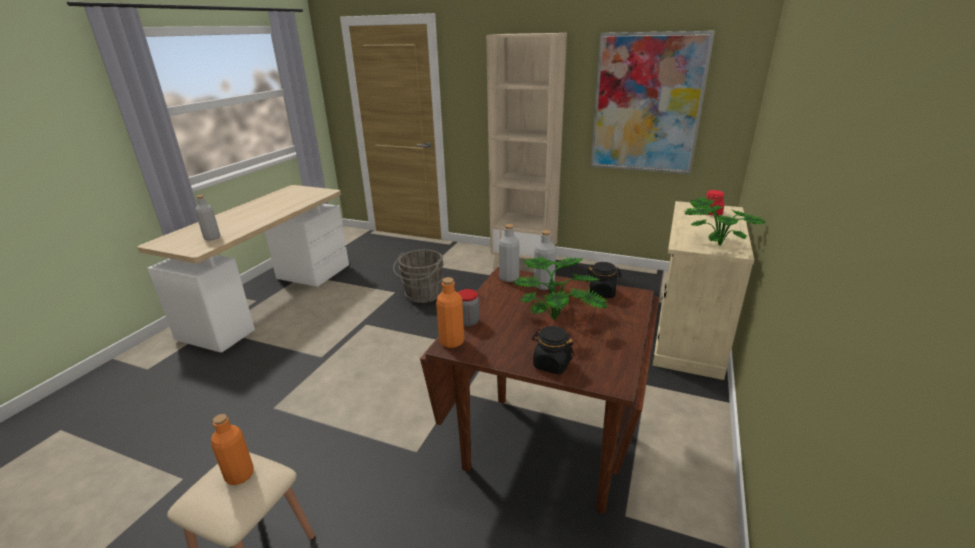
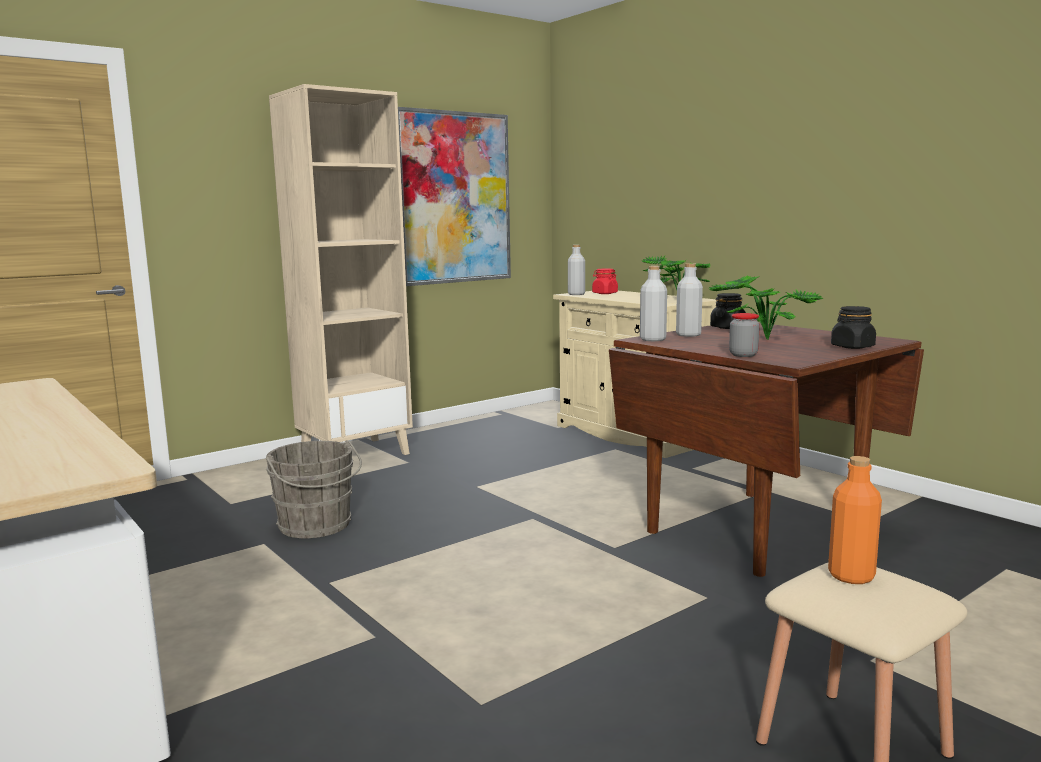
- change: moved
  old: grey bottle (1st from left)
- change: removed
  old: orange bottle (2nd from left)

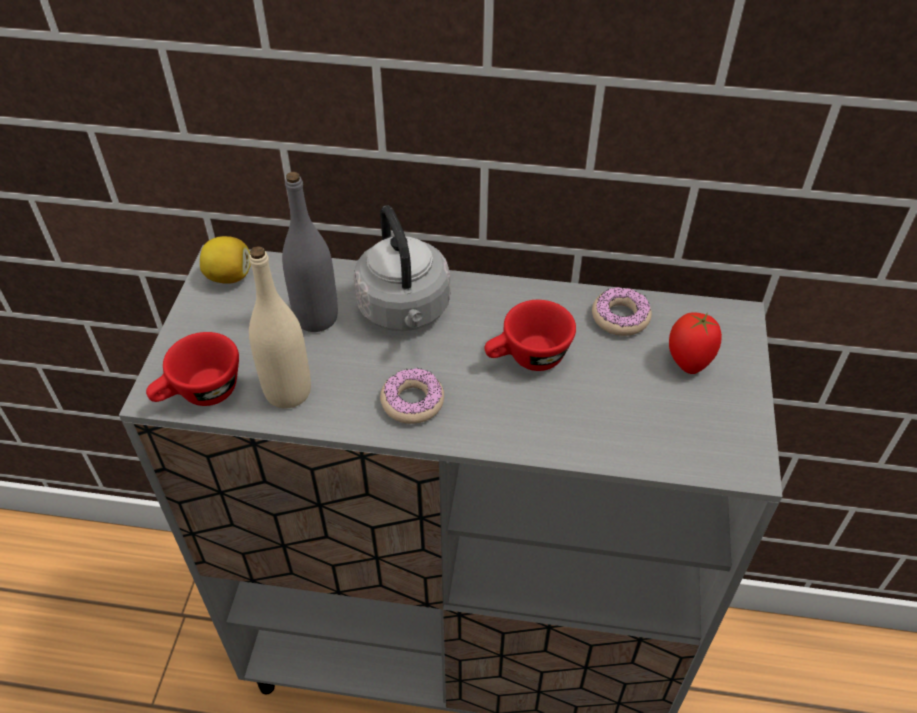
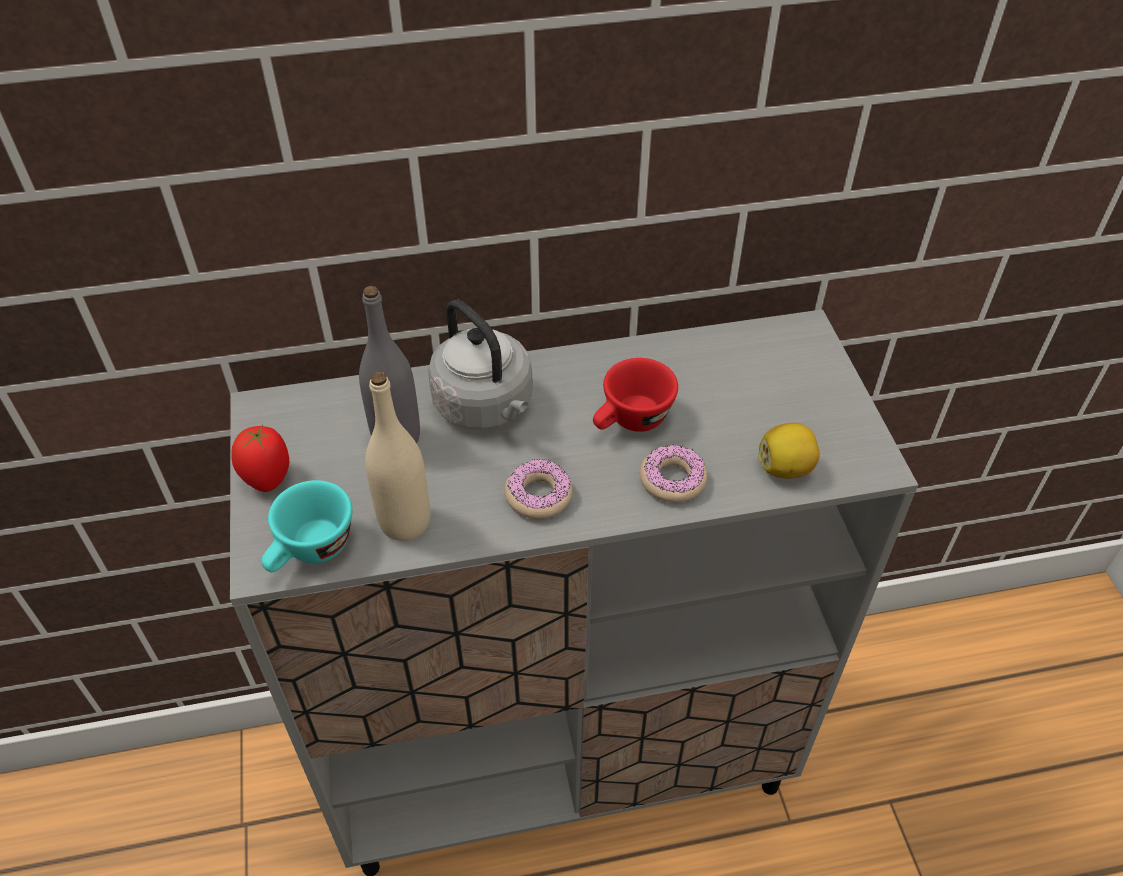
- change: moved
  old: tomato
- change: recoloured
  old: red cup (1st from left)
  new: turquoise cup
- change: moved
  old: donut (2nd from left)
- change: moved
  old: lemon

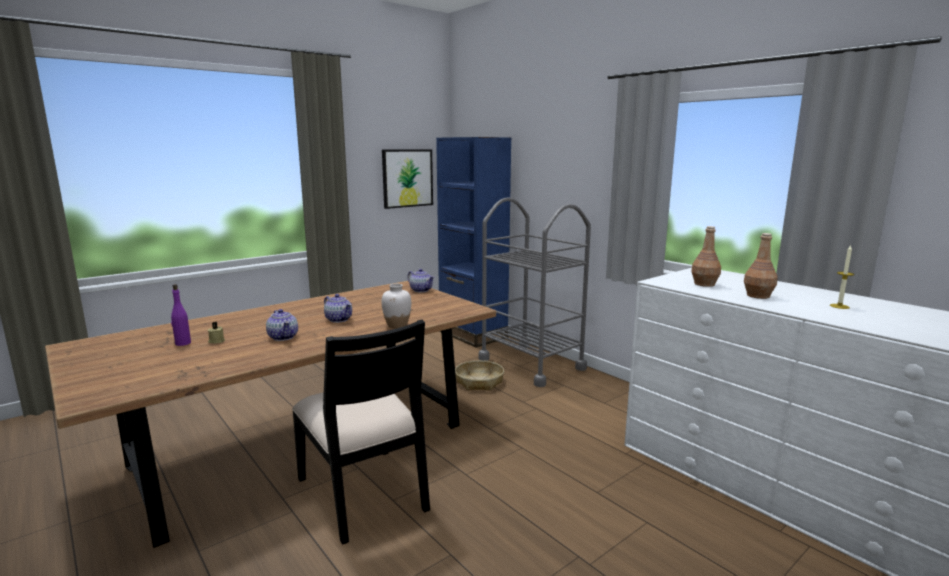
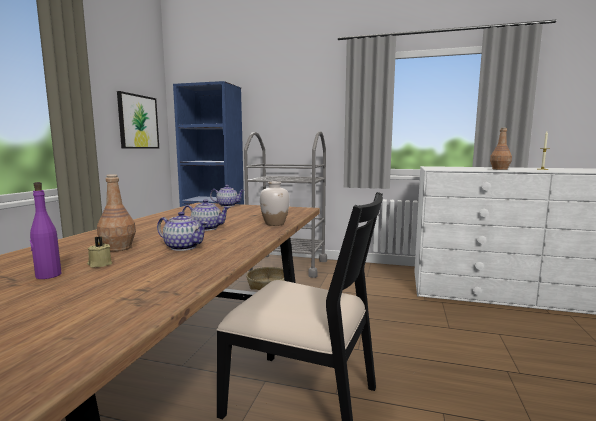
- change: moved
  old: brown bottle (1st from left)

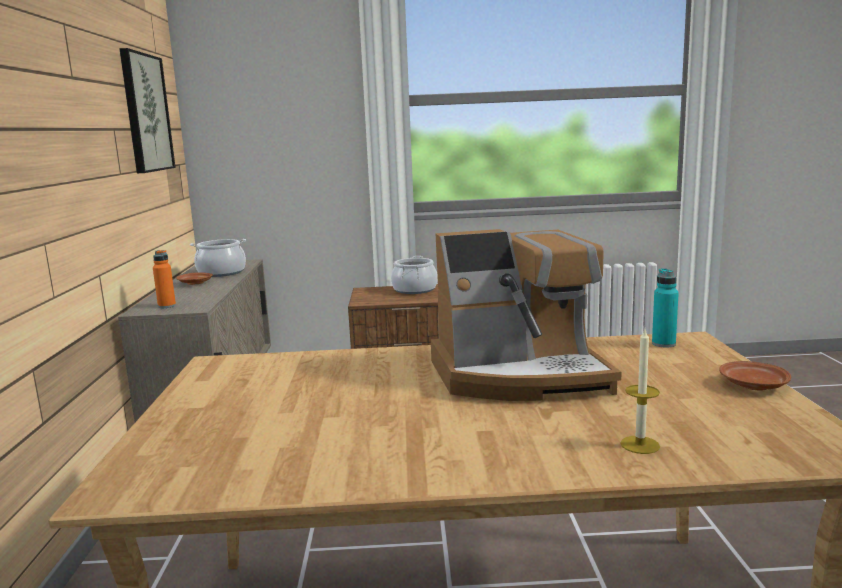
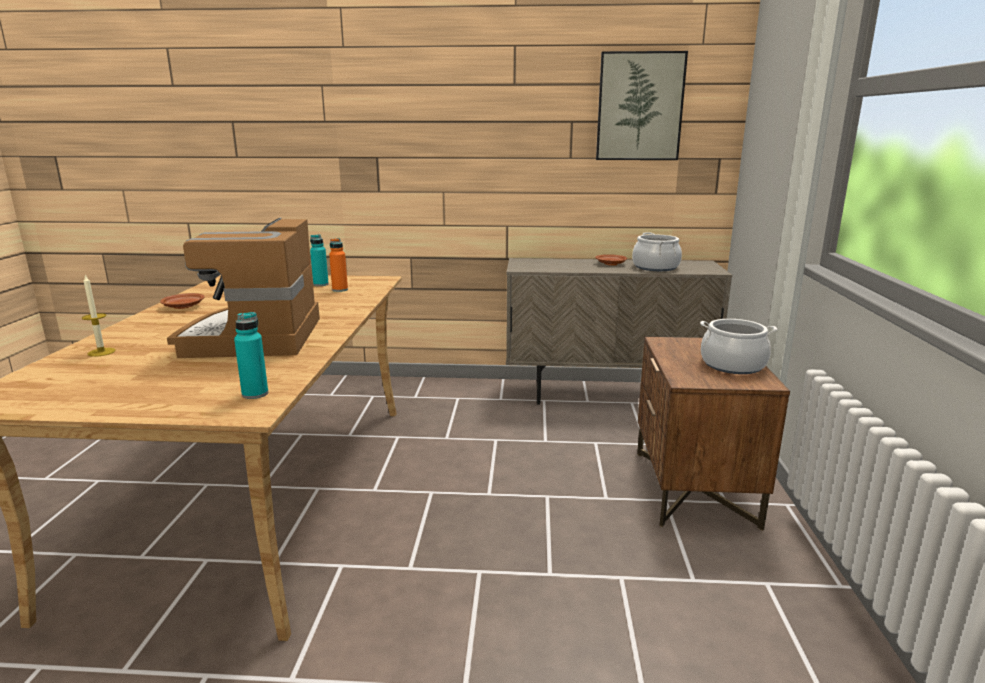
- change: moved
  old: brown plate (2nd from left in the first image)
  new: brown plate (1st from left)
- change: added
  new: turquoise bottle (2nd from left)
- change: moved
  old: orange bottle

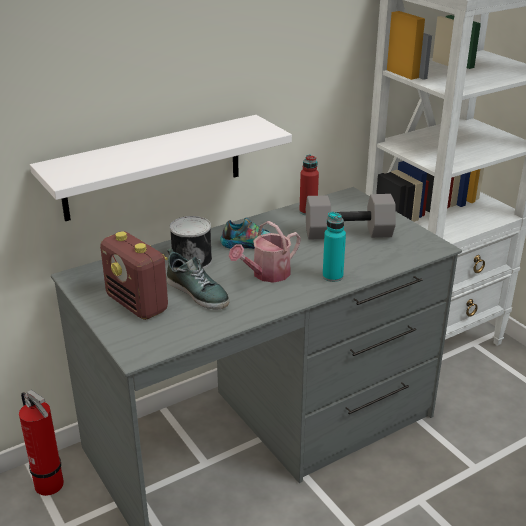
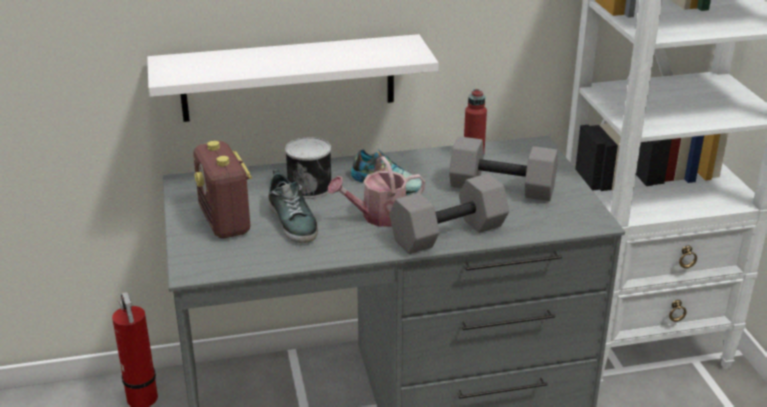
- change: replaced
  old: turquoise bottle
  new: grey dumbbell (1st from left)

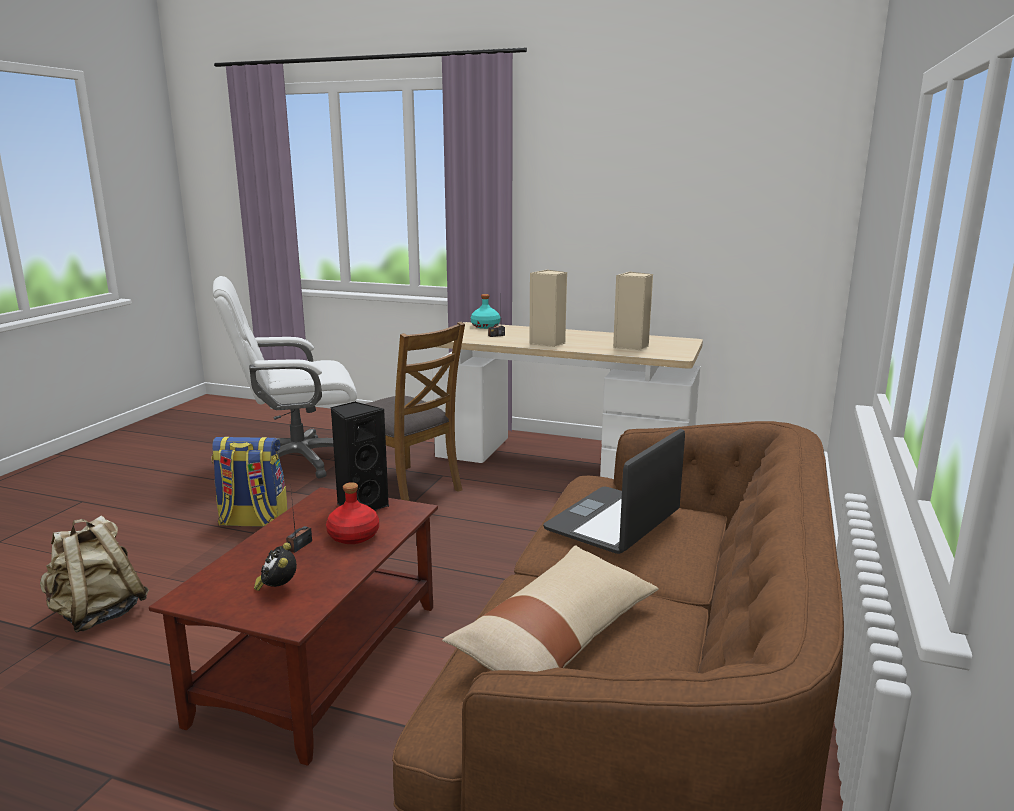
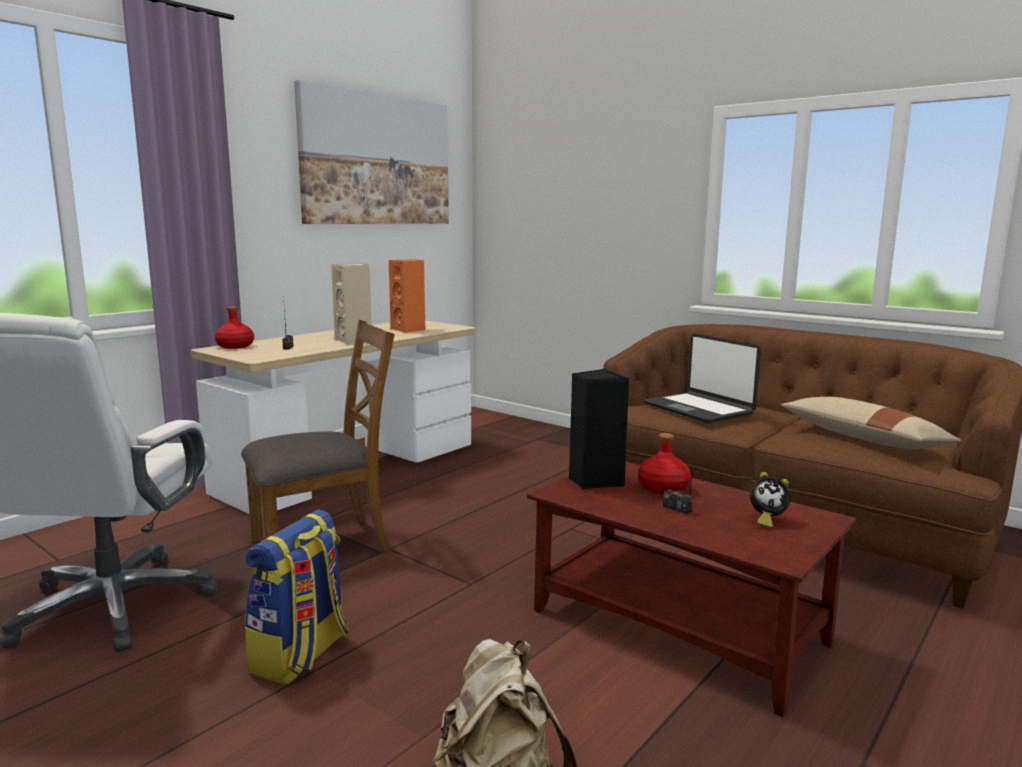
- change: recoloured
  old: turquoise bottle
  new: red bottle (1st from left)
- change: added
  new: picture
- change: recoloured
  old: beige speaker (2nd from left)
  new: orange speaker

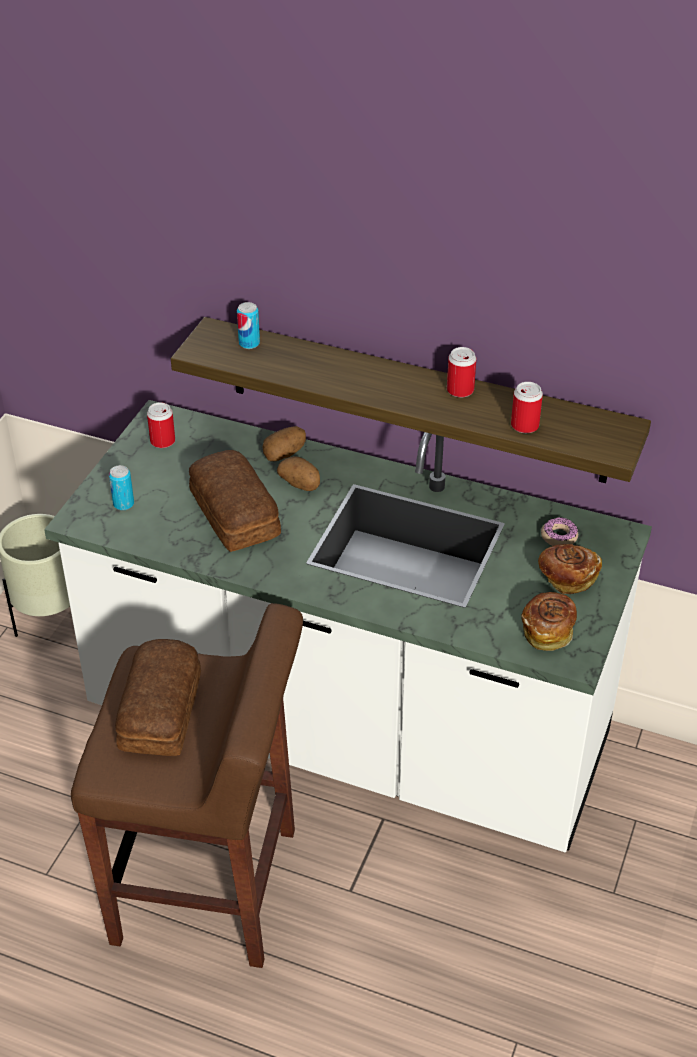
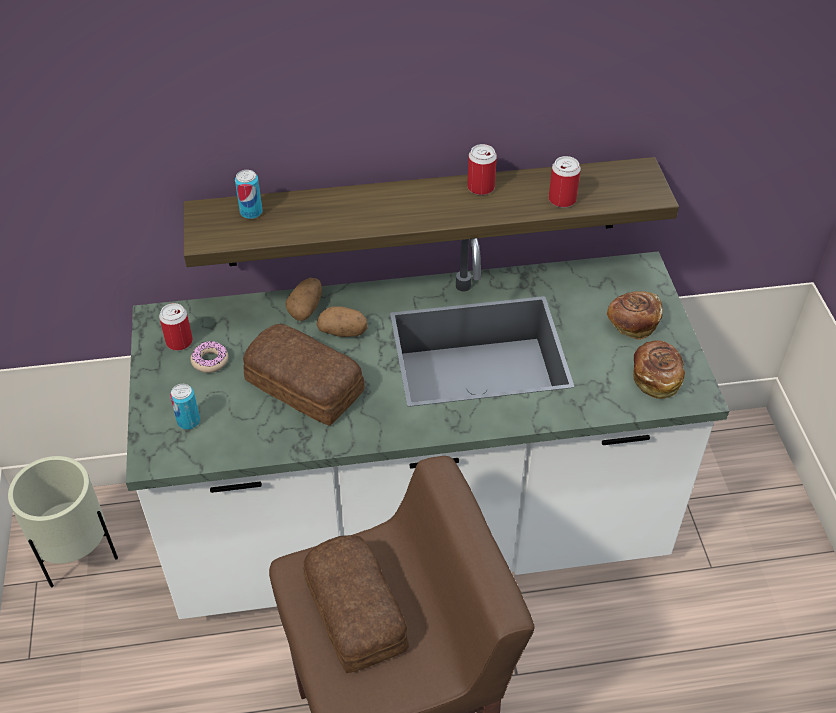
- change: moved
  old: donut

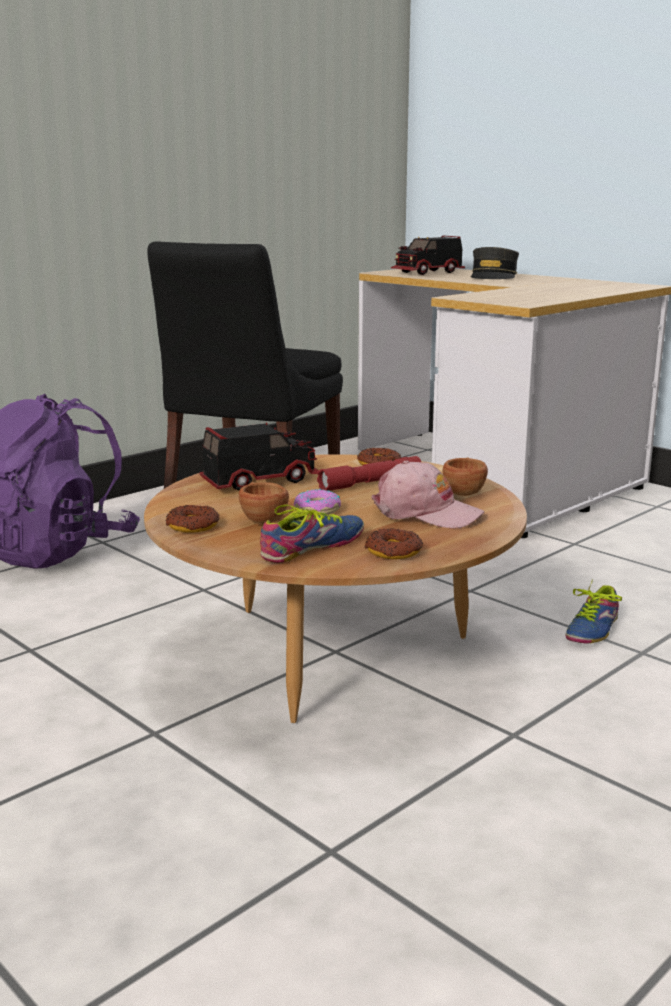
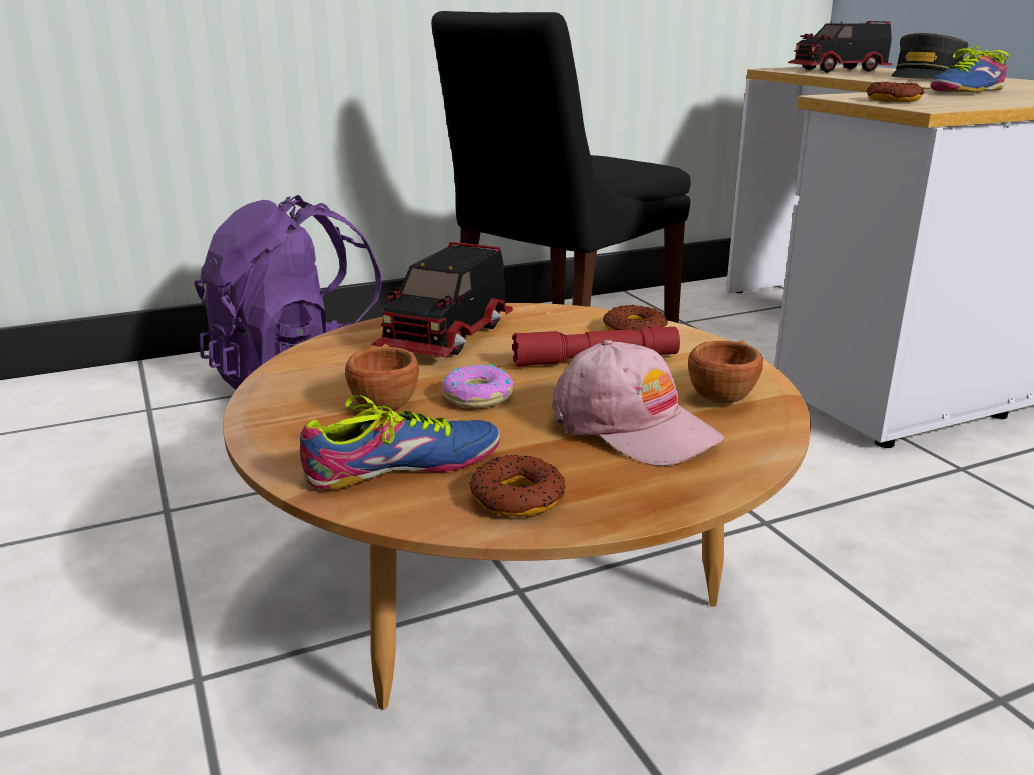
- change: turned
  old: toy truck (1st from left)
  degrees: 120
- change: moved
  old: donut (1st from left in the first image)
  new: donut (4th from left)
- change: moved
  old: shoe (2nd from left)

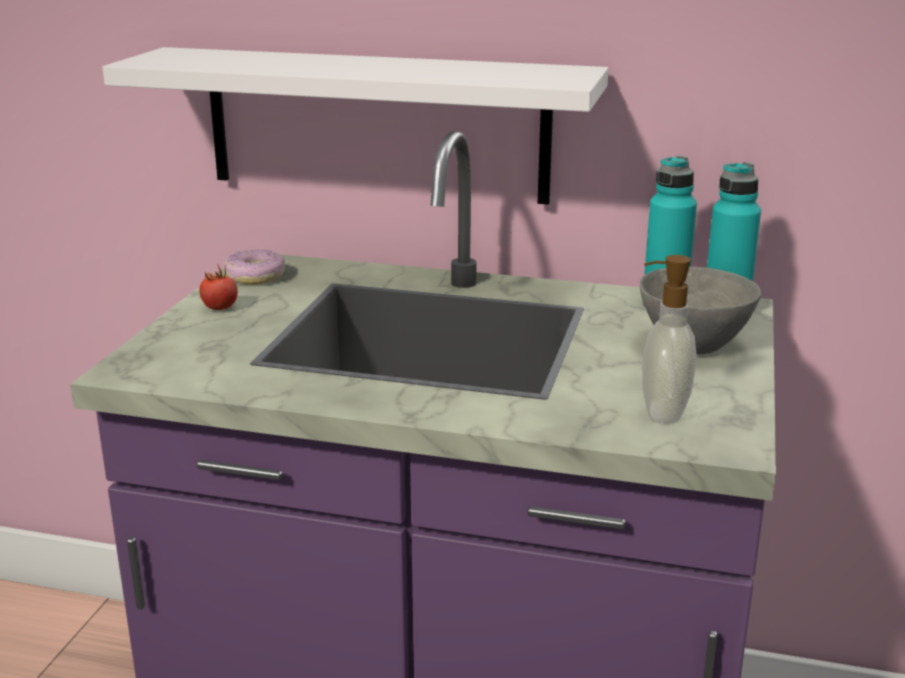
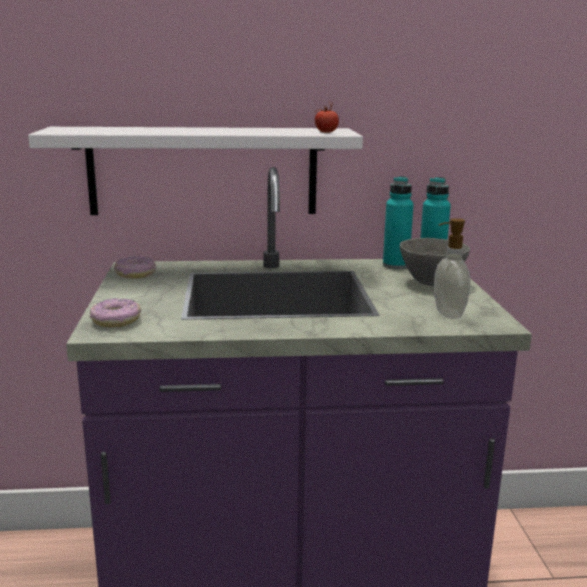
- change: added
  new: donut (1st from left)
- change: moved
  old: tomato

